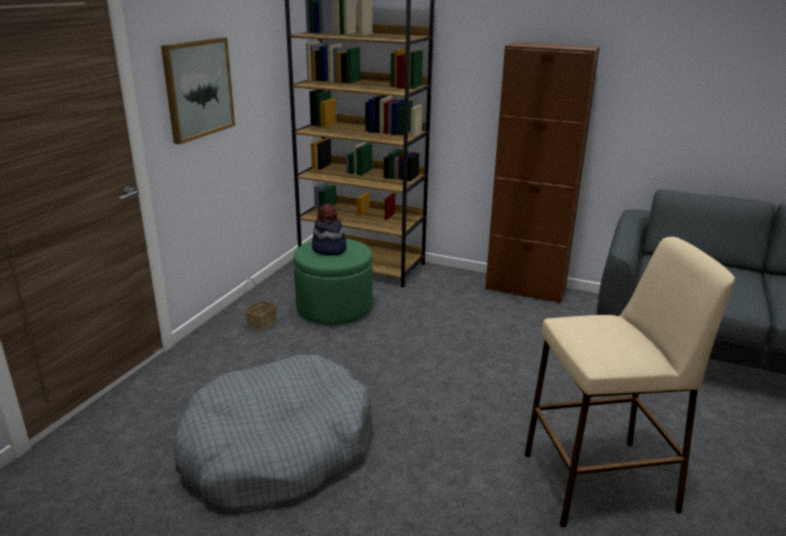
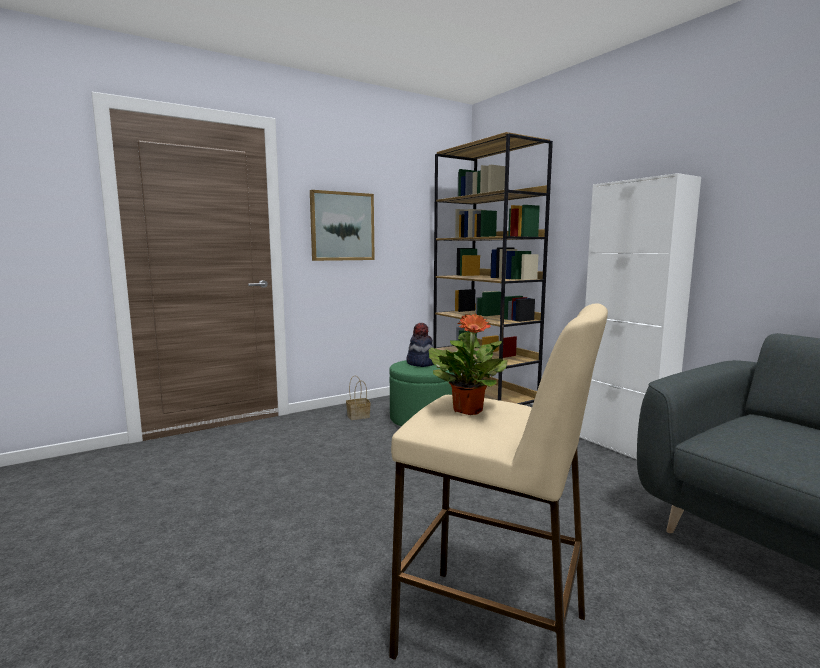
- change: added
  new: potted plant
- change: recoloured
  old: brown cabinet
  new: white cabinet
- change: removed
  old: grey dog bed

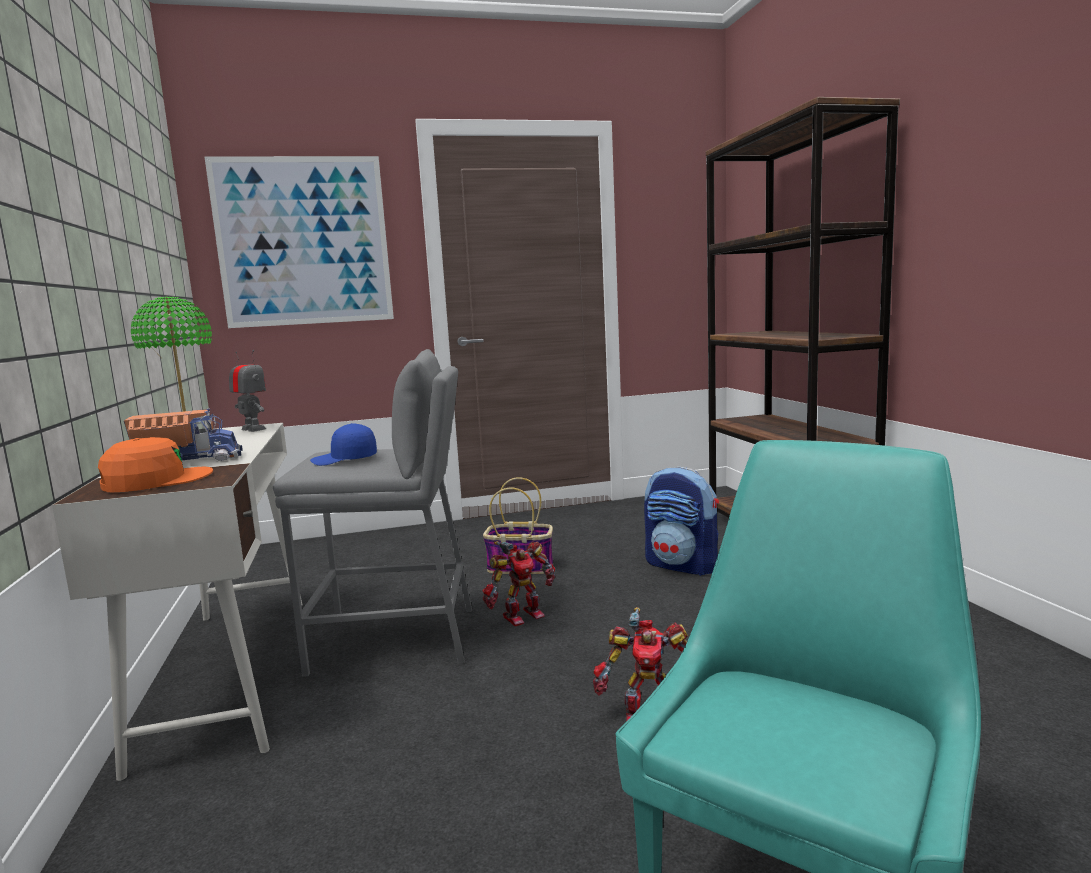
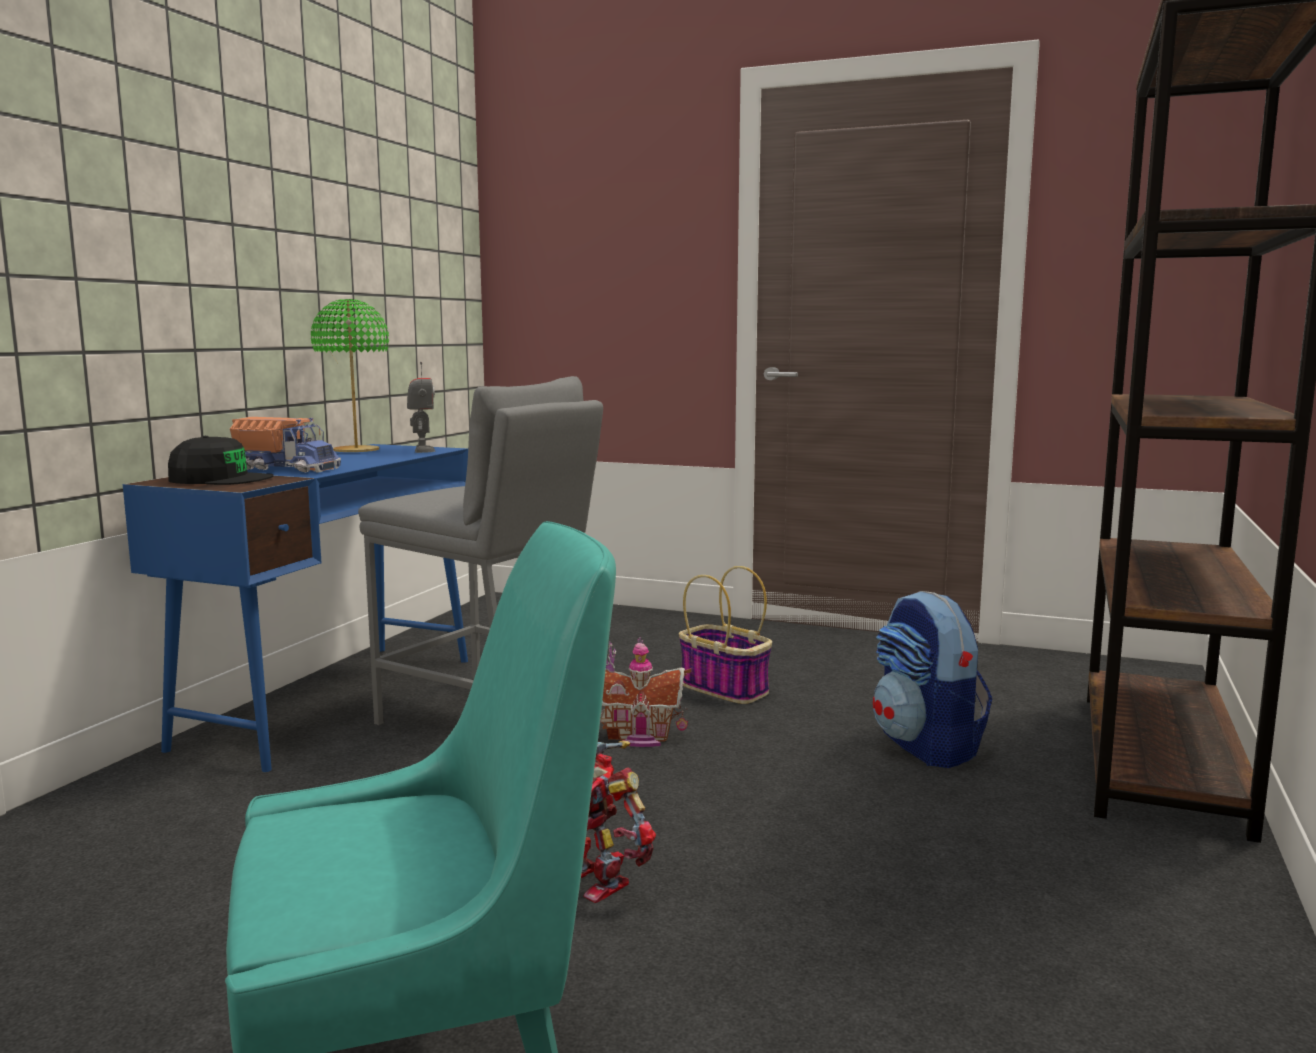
- change: recoloured
  old: white desk
  new: blue desk
- change: recoloured
  old: orange cap
  new: black cap
- change: replaced
  old: toy robot (2nd from left)
  new: toy house
- change: removed
  old: picture
- change: removed
  old: blue cap

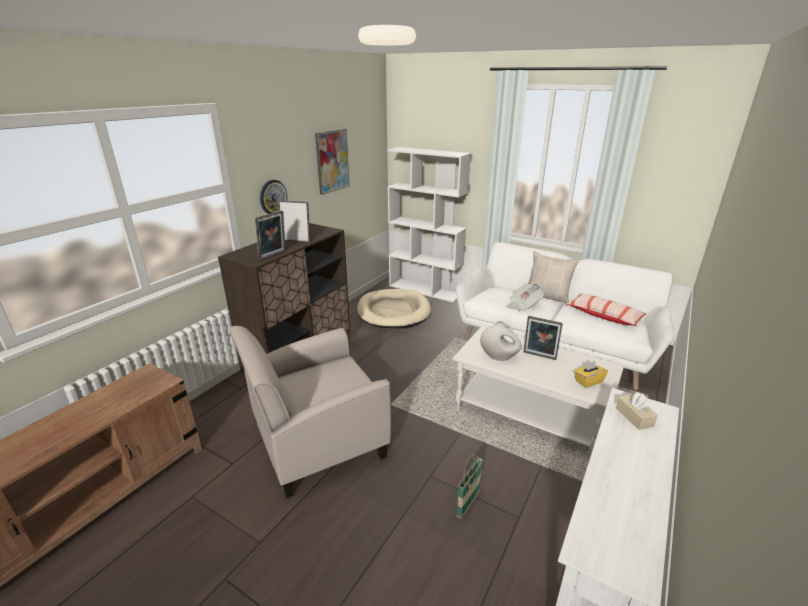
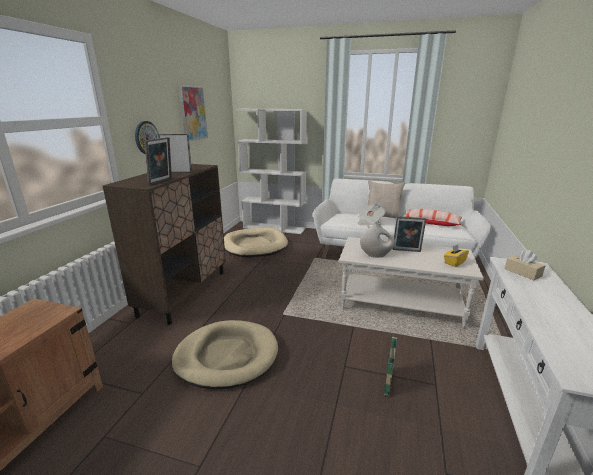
- change: replaced
  old: beige armchair
  new: beige dog bed (1st from left)

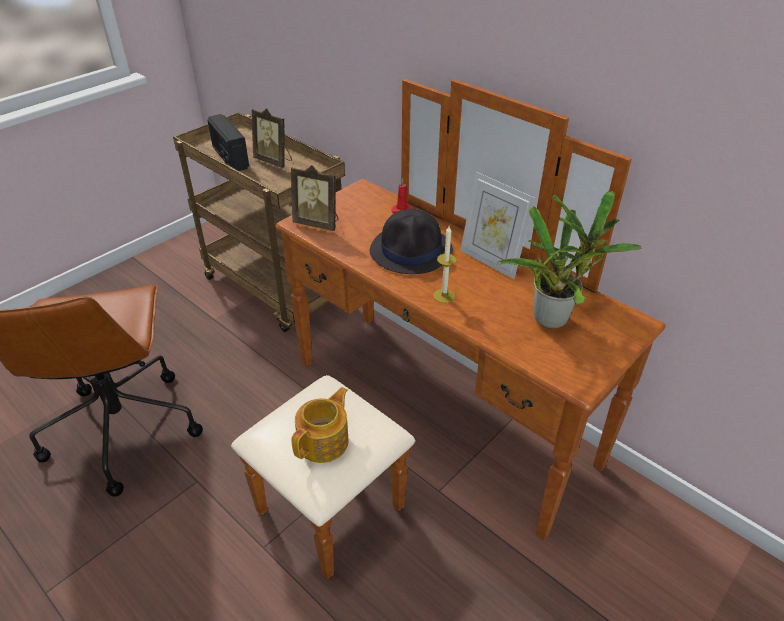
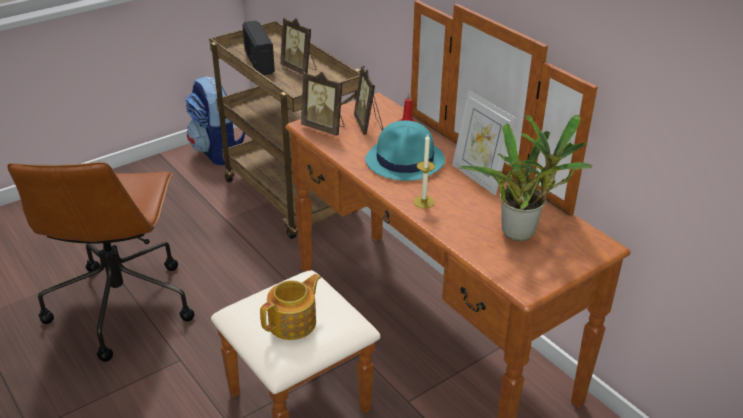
- change: added
  new: backpack
- change: added
  new: picture frame (3rd from left)
- change: recoloured
  old: black hat
  new: turquoise hat

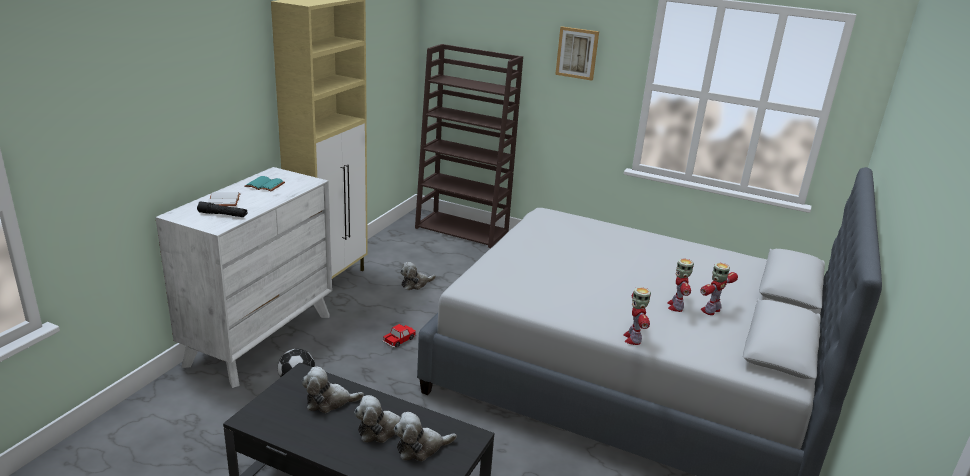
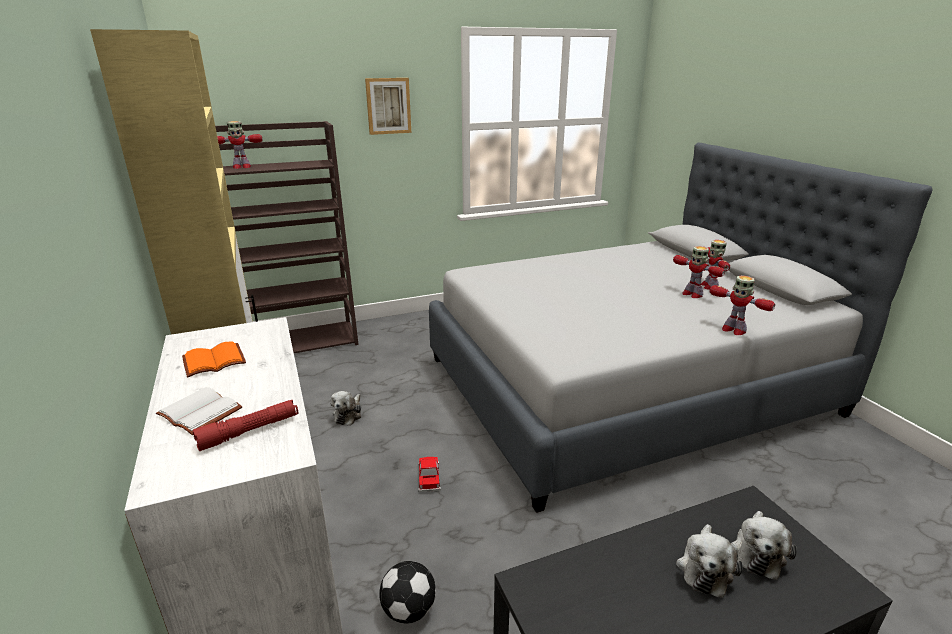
- change: recoloured
  old: turquoise book
  new: orange book
- change: recoloured
  old: black flashlight
  new: red flashlight
- change: added
  new: toy robot (1st from left)
- change: removed
  old: plush toy (1st from left)

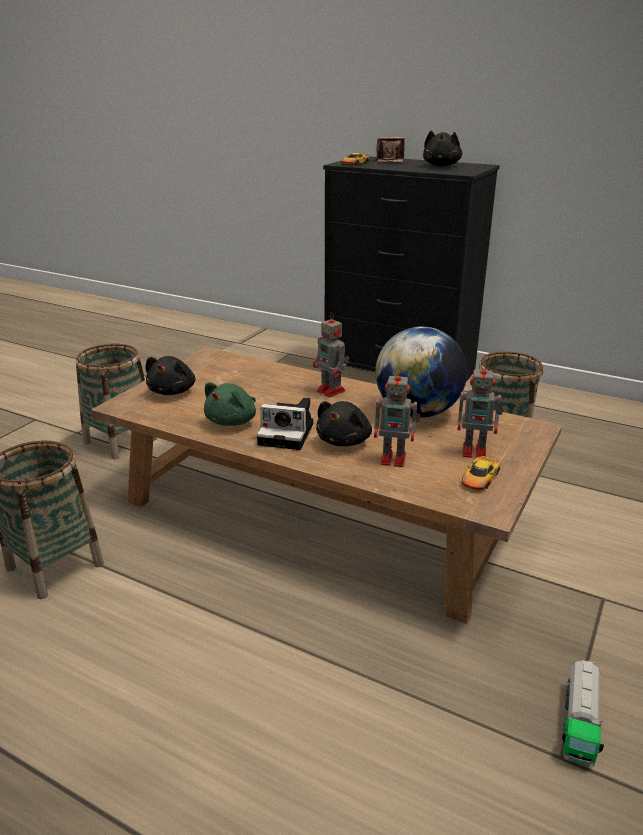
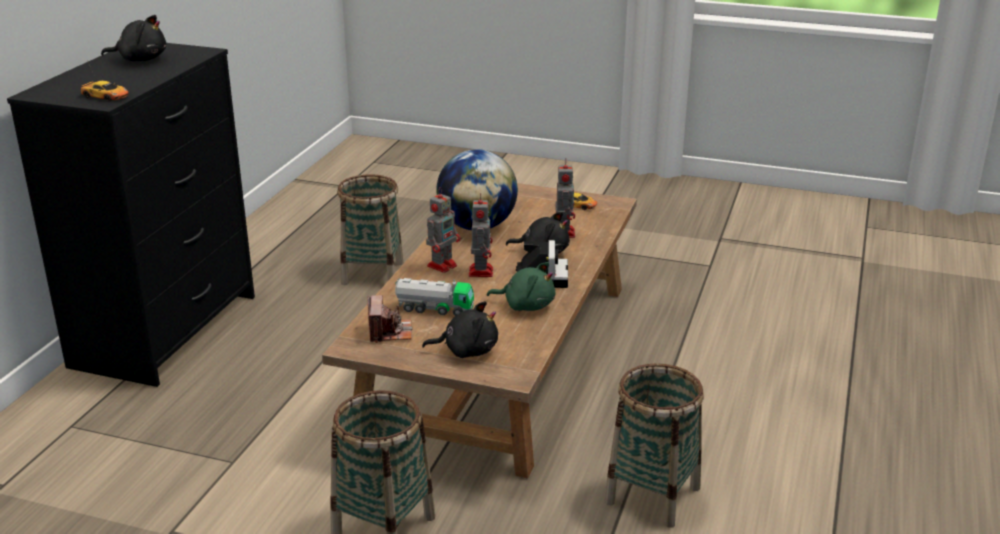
- change: moved
  old: photo camera (2nd from left in the first image)
  new: photo camera (1st from left)
- change: moved
  old: toy truck
- change: moved
  old: toy robot (3rd from left in the first image)
  new: toy robot (2nd from left)

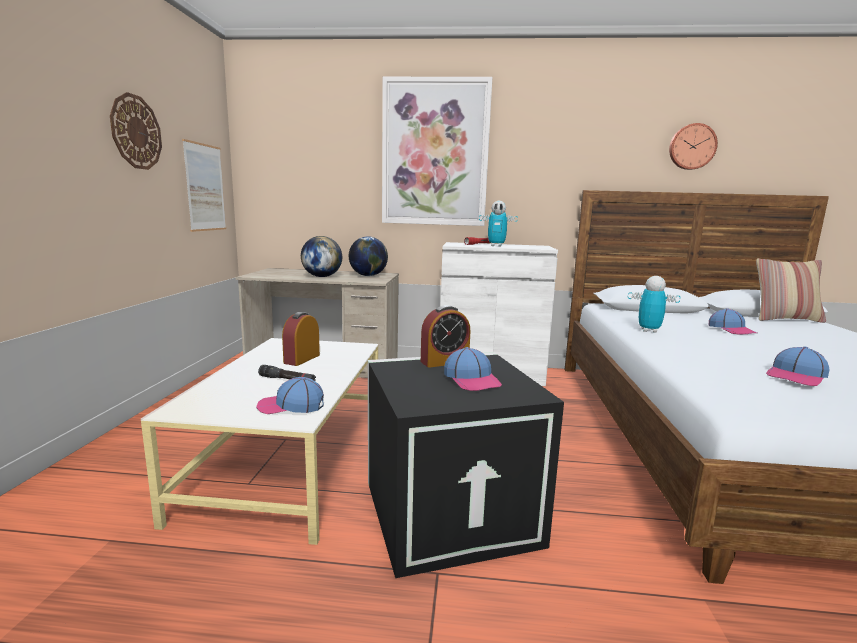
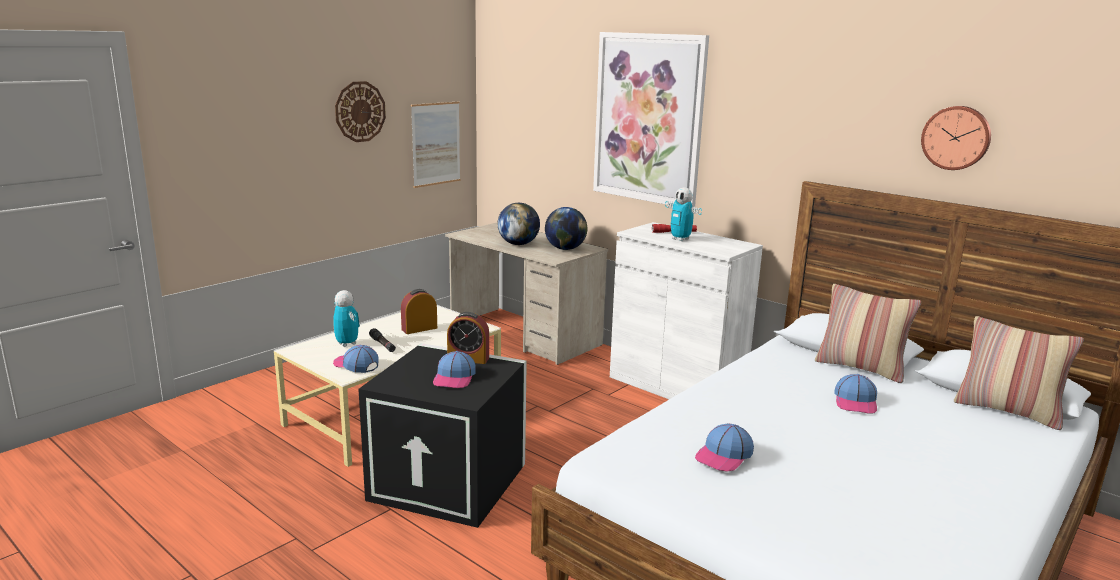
- change: moved
  old: toy robot (2nd from left in the first image)
  new: toy robot (1st from left)
- change: turned
  old: cap (4th from left in the first image)
  degrees: -45
- change: added
  new: pillow (1st from left)

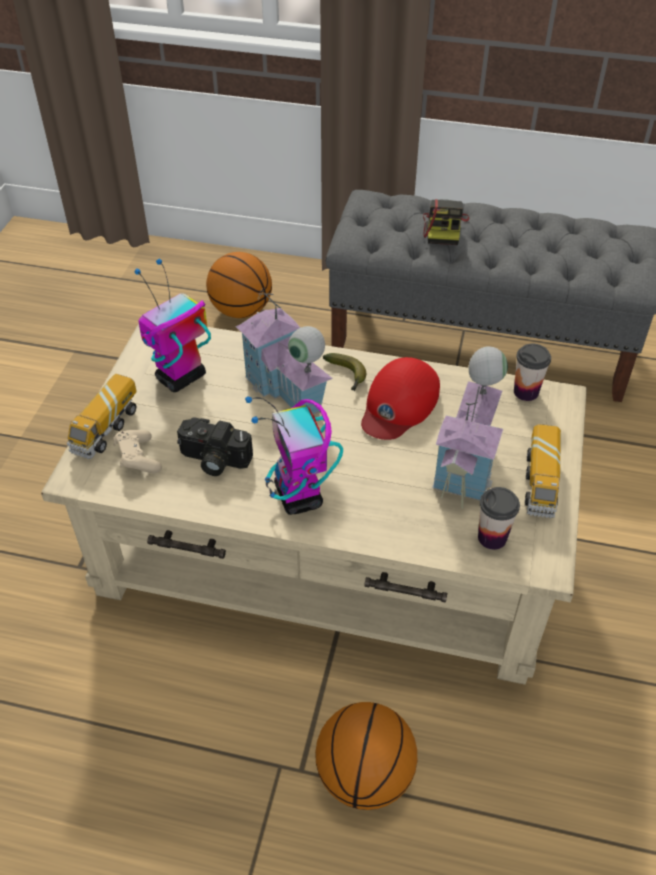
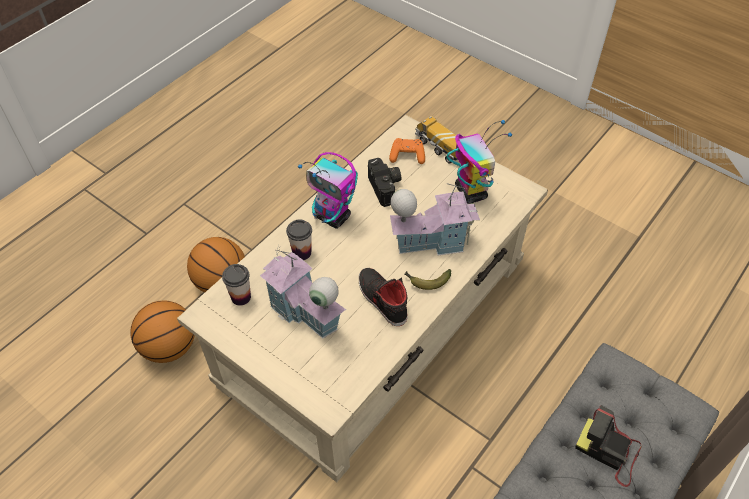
- change: moved
  old: basketball (1st from left)
- change: moved
  old: cup (2nd from left)
- change: turned
  old: toy robot (2nd from left in the first image)
  degrees: -150
- change: replaced
  old: red cap
  new: black shoe
- change: turned
  old: photo camera (1st from left)
  degrees: 120
- change: recoloured
  old: beige game controller
  new: orange game controller
- change: removed
  old: toy truck (2nd from left)

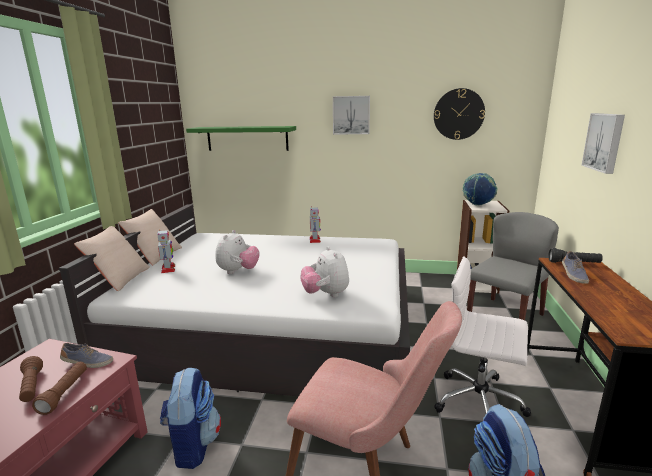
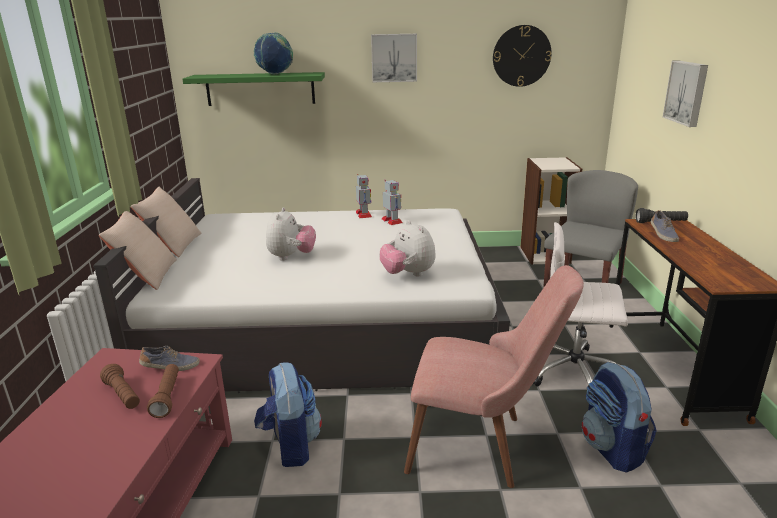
- change: moved
  old: globe
- change: moved
  old: toy robot (1st from left in the first image)
  new: toy robot (2nd from left)

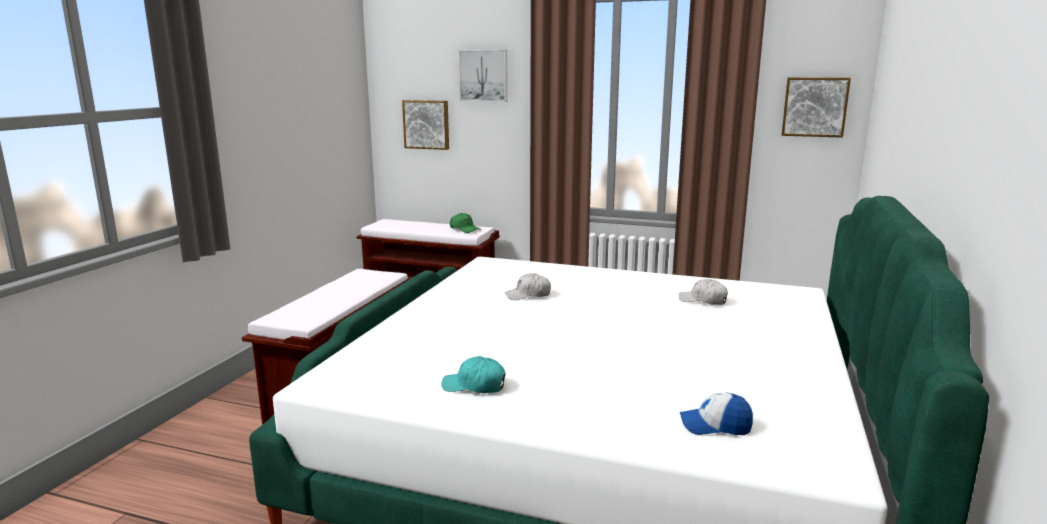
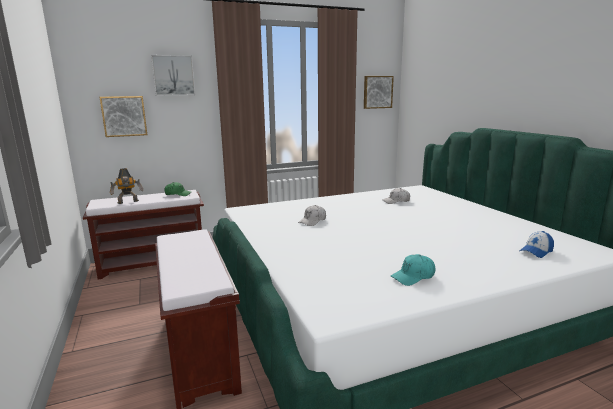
- change: added
  new: toy robot

